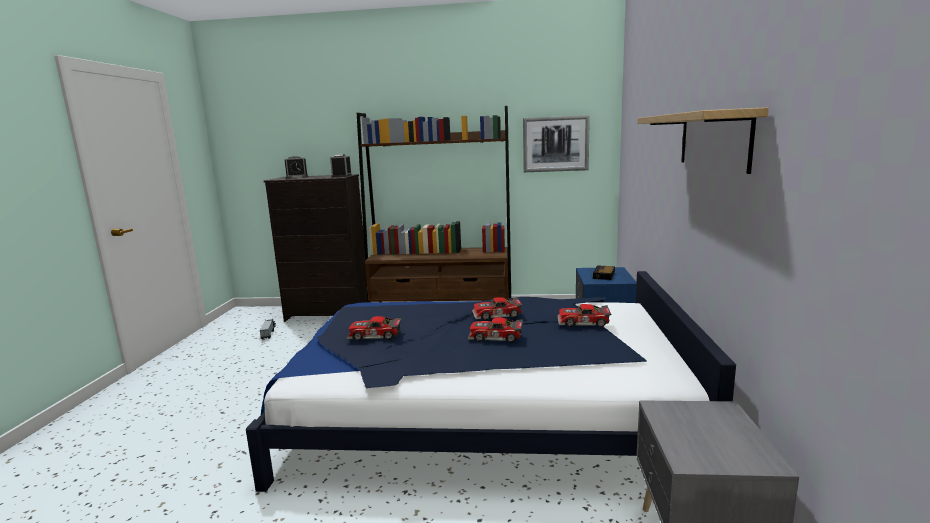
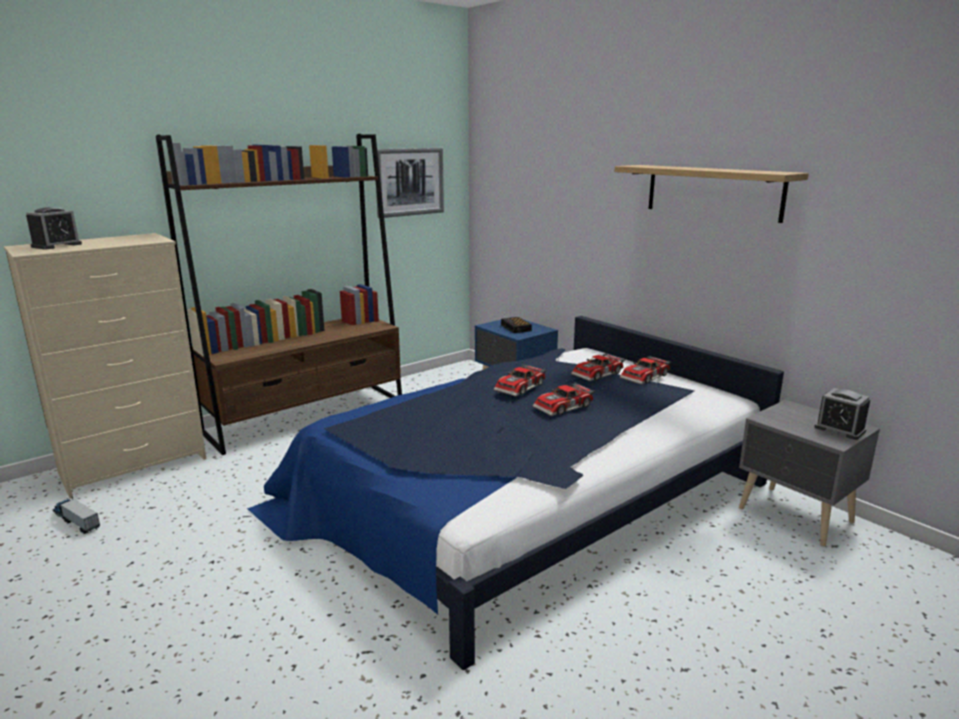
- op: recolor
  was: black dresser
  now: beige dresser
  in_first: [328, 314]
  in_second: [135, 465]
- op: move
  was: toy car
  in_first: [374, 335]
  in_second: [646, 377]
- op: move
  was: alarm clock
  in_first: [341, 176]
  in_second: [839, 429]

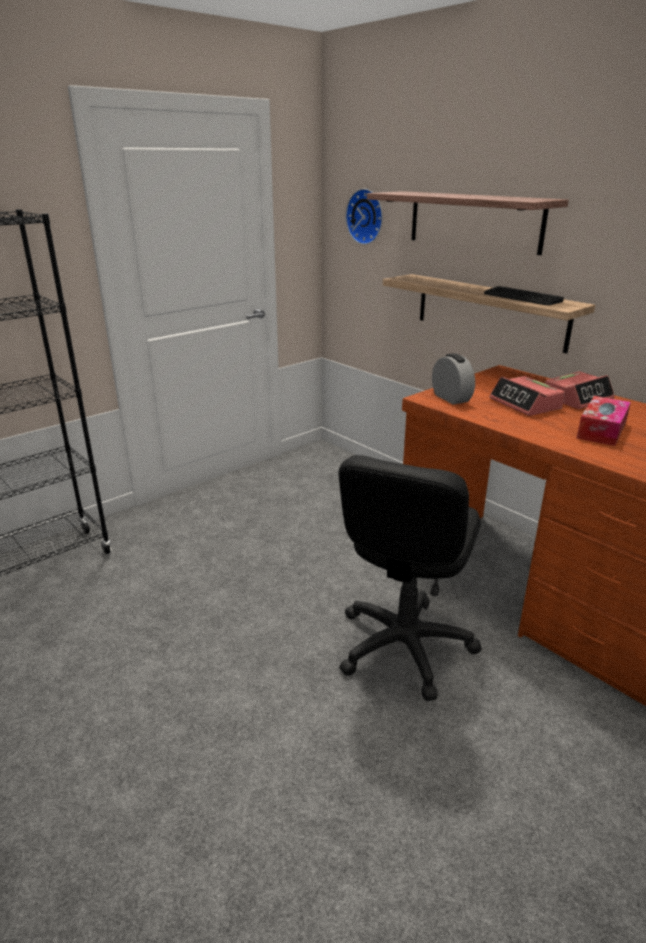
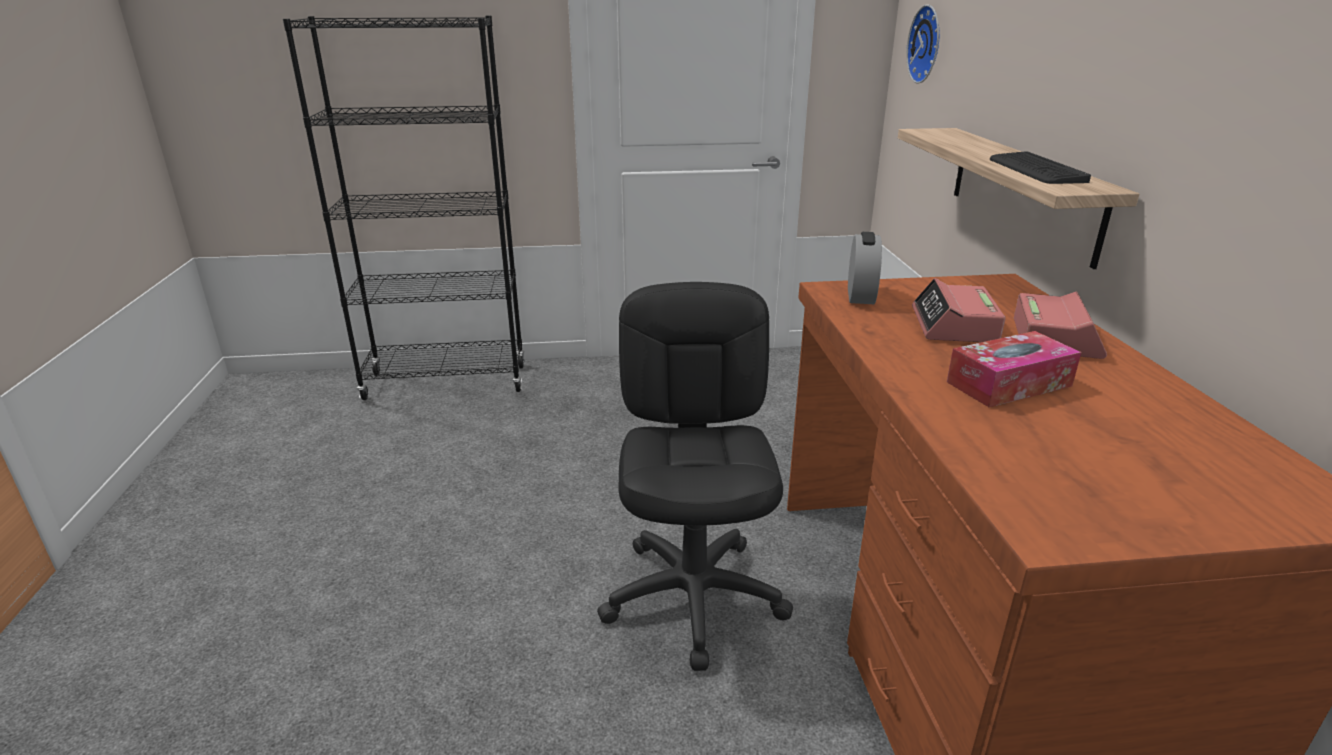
- op: rotate
  was: black office chair
  in_first: [403, 646]
  in_second: [694, 596]
  clockwise: 120
- op: rotate
  was: alarm clock
  in_first: [577, 398]
  in_second: [1055, 338]
  clockwise: -75
- op: delete
  was: shelf
  in_first: [474, 221]

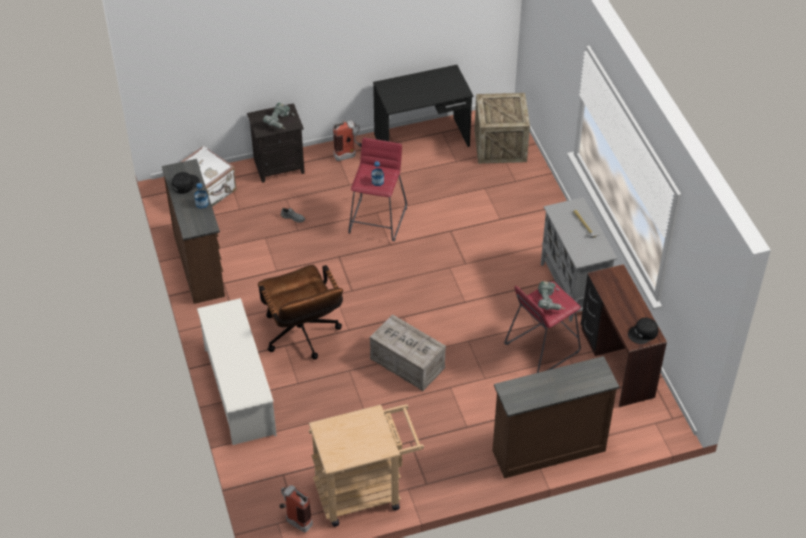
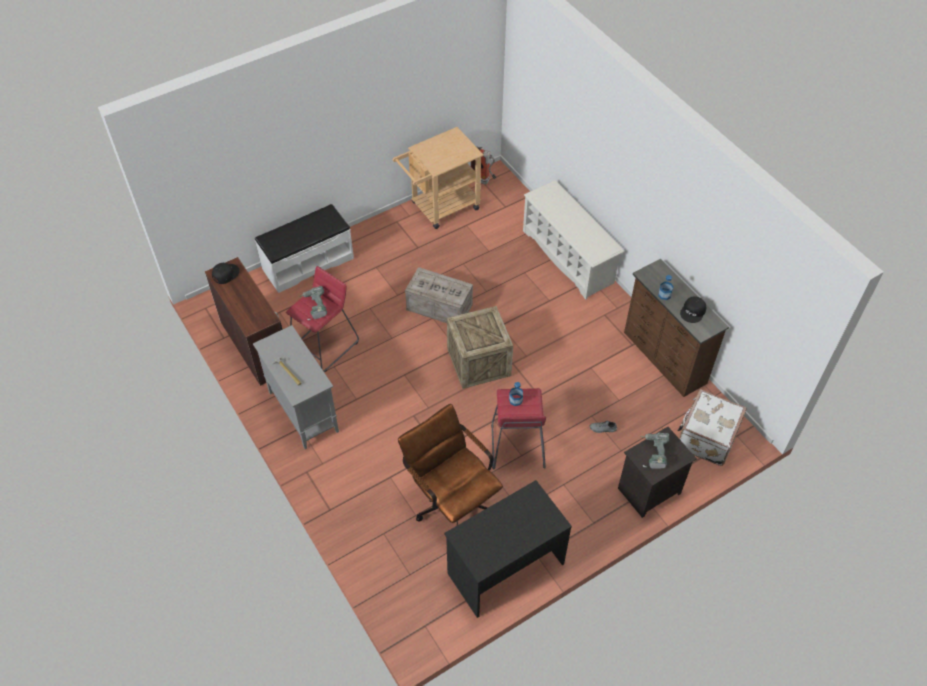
- op: replace
  was: brown dresser
  now: white bench
  in_first: [547, 449]
  in_second: [307, 263]
- op: move
  was: brown office chair
  in_first: [303, 337]
  in_second: [451, 501]
- op: move
  was: crate
  in_first: [500, 146]
  in_second: [479, 362]
- op: delete
  was: fire extinguisher
  in_first: [348, 155]

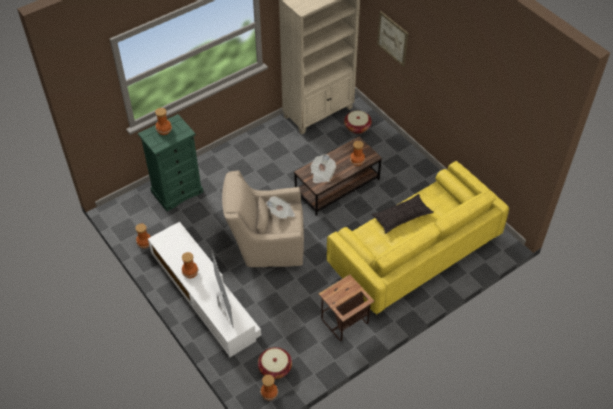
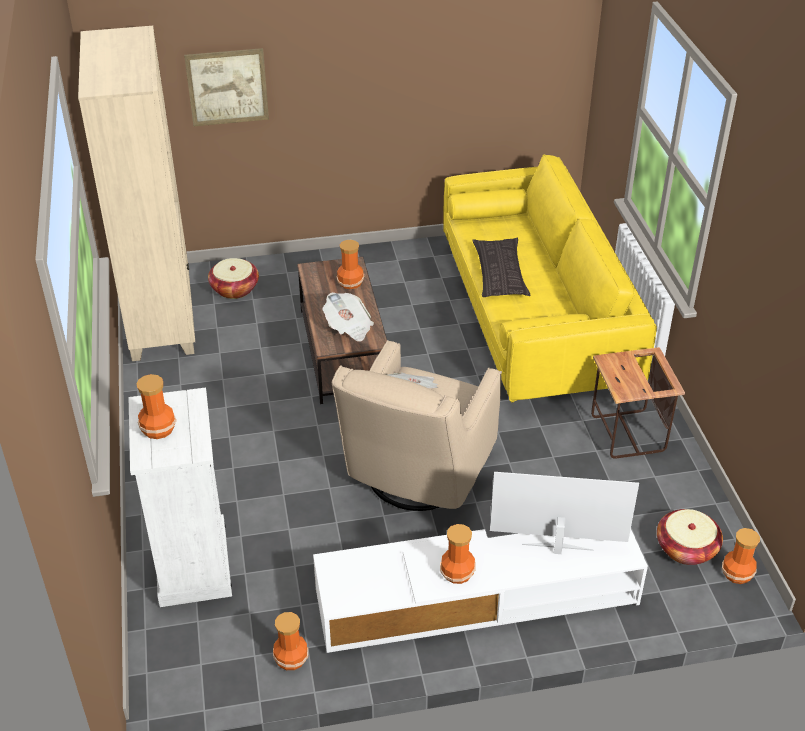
- op: recolor
  was: green dresser
  now: white dresser
  in_first: [177, 191]
  in_second: [193, 564]

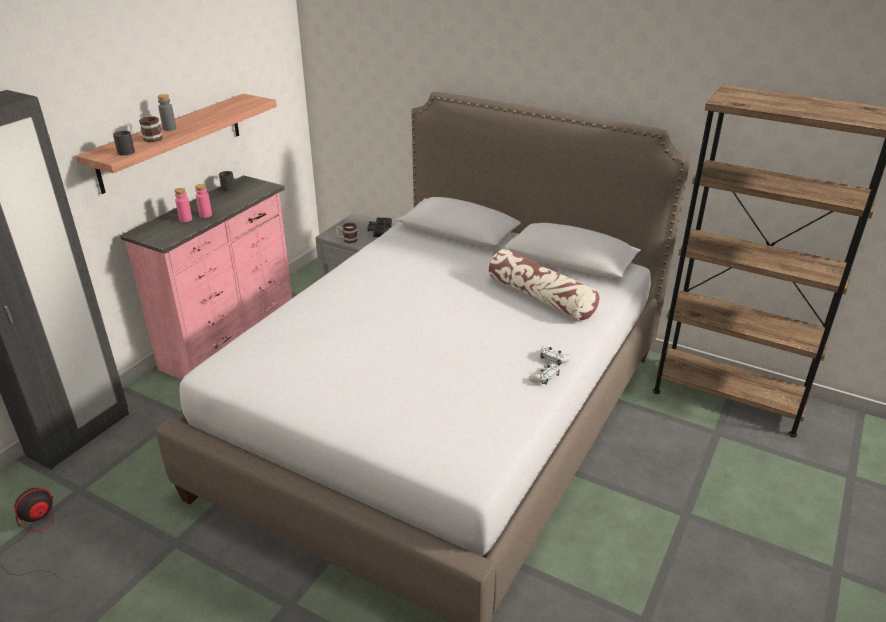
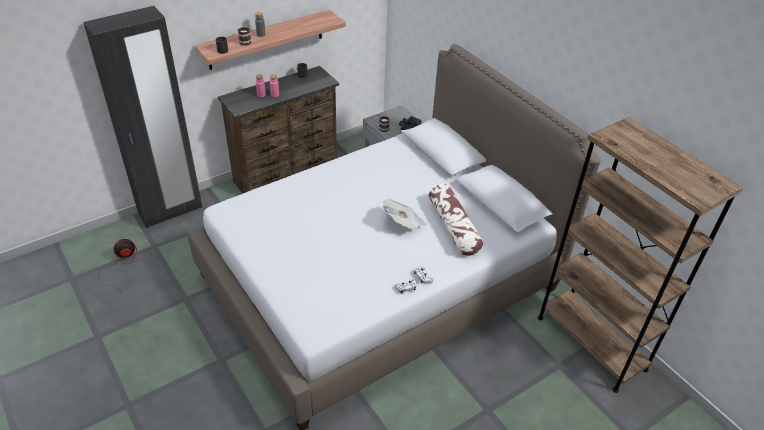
- op: recolor
  was: pink dresser
  now: brown dresser
  in_first: [232, 339]
  in_second: [287, 174]
- op: insert
  now: newspaper
  in_second: [403, 223]

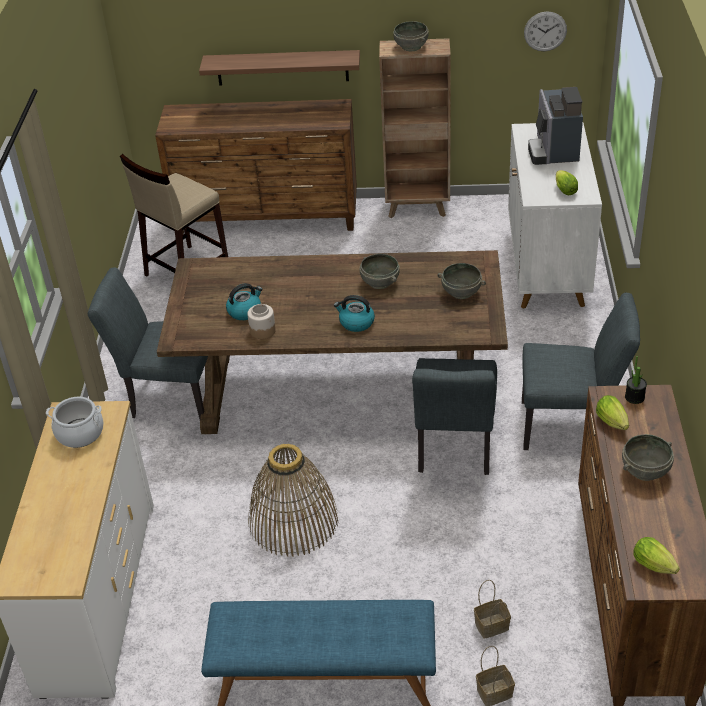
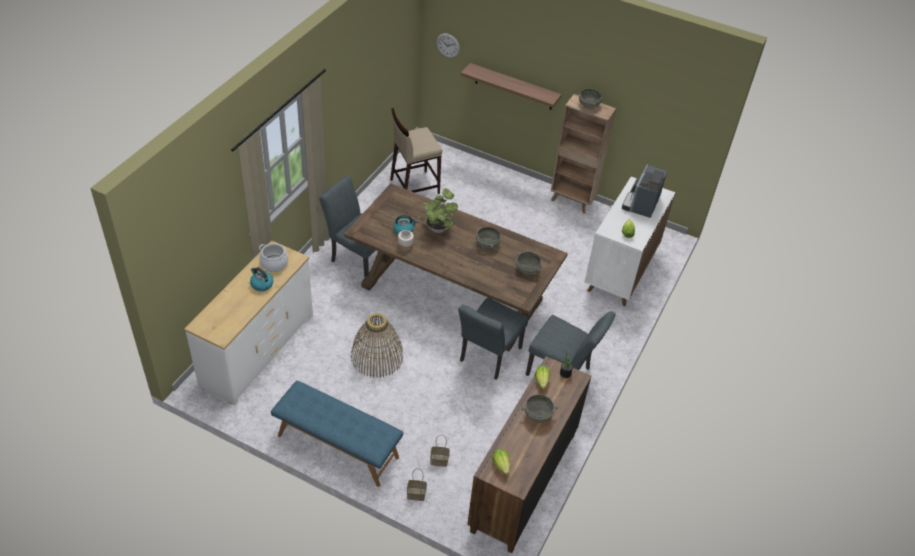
- op: move
  was: kettle
  in_first: [356, 323]
  in_second: [261, 284]
- op: insert
  now: potted plant
  in_second: [438, 227]
- op: move
  was: wall clock
  in_first: [545, 31]
  in_second: [448, 45]
- op: delete
  was: brown dresser
  in_first: [267, 219]

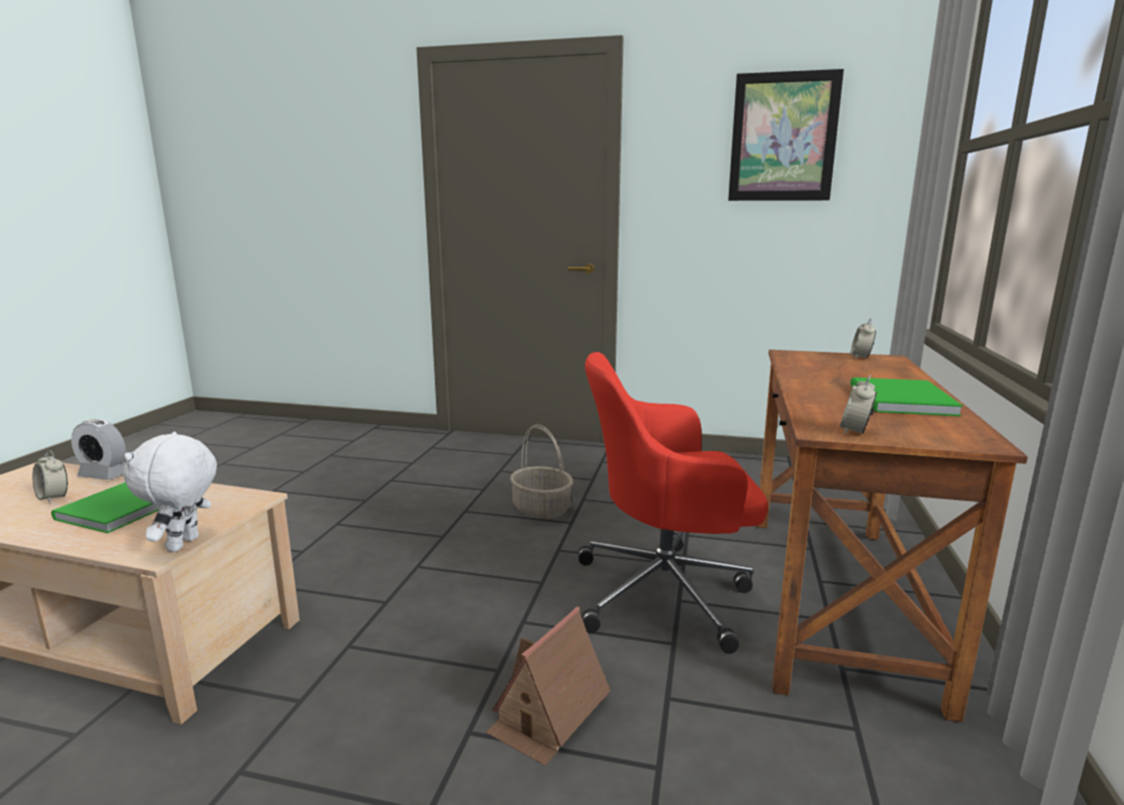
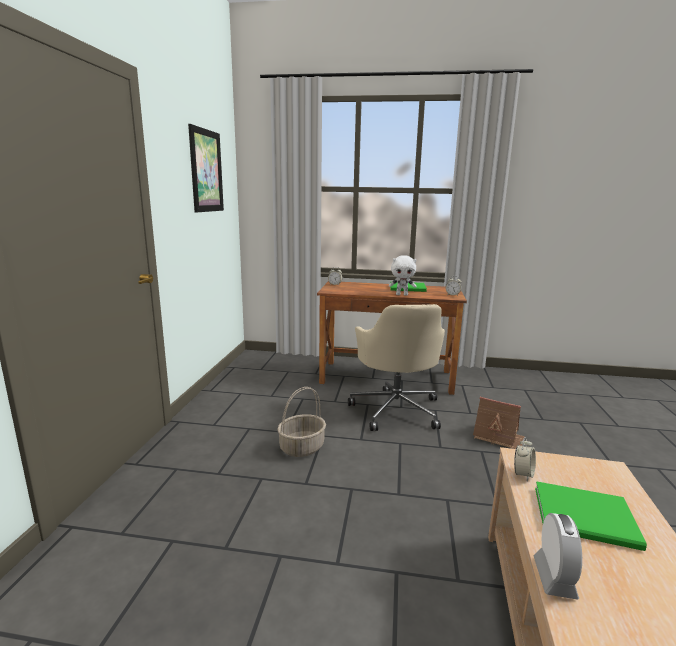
- op: recolor
  was: red office chair
  now: beige office chair
  in_first: [666, 593]
  in_second: [396, 409]
- op: move
  was: white plush toy
  in_first: [185, 545]
  in_second: [402, 295]
- op: move
  was: alarm clock
  in_first: [54, 498]
  in_second: [523, 474]

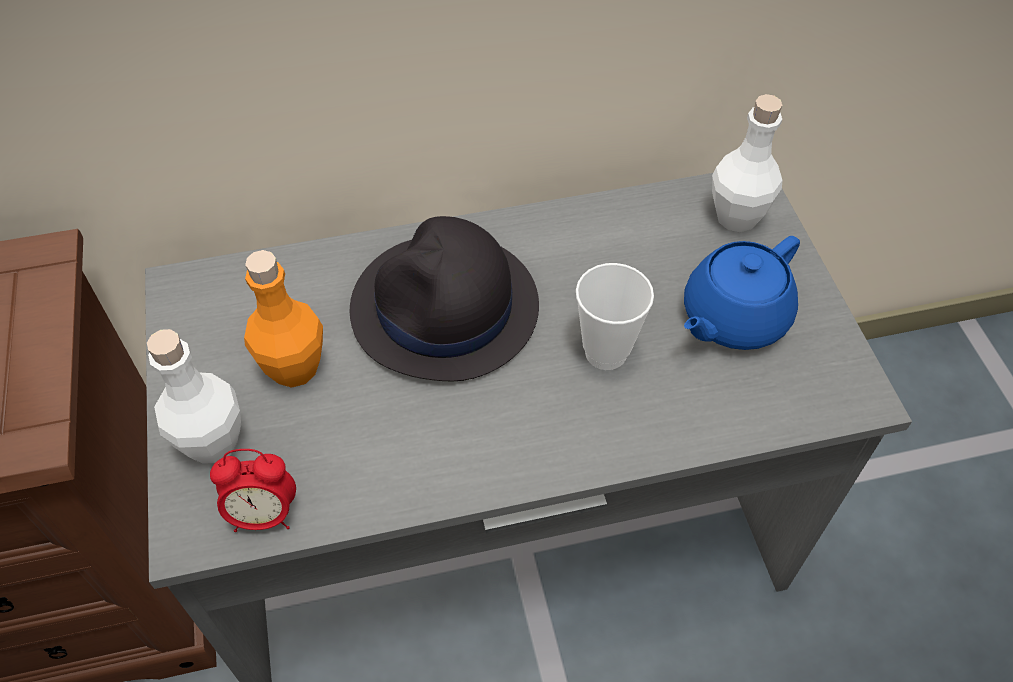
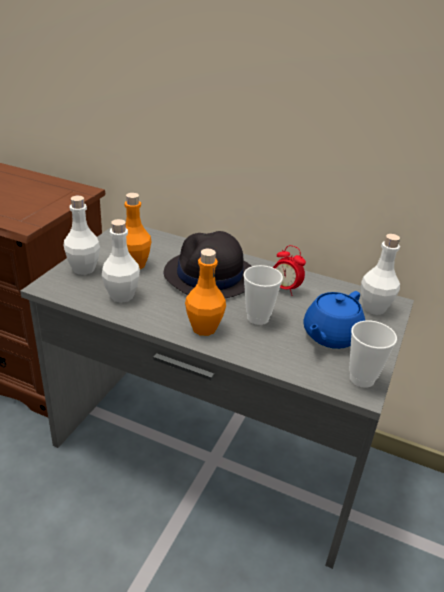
- op: insert
  now: white bottle
  in_second: [122, 296]
- op: insert
  now: orange bottle
  in_second: [204, 328]
- op: move
  was: alarm clock
  in_first: [264, 515]
  in_second: [285, 289]
- op: rotate
  was: blue teapot
  in_first: [732, 317]
  in_second: [330, 336]
  clockwise: -45
- op: insert
  now: cup
  in_second: [362, 378]

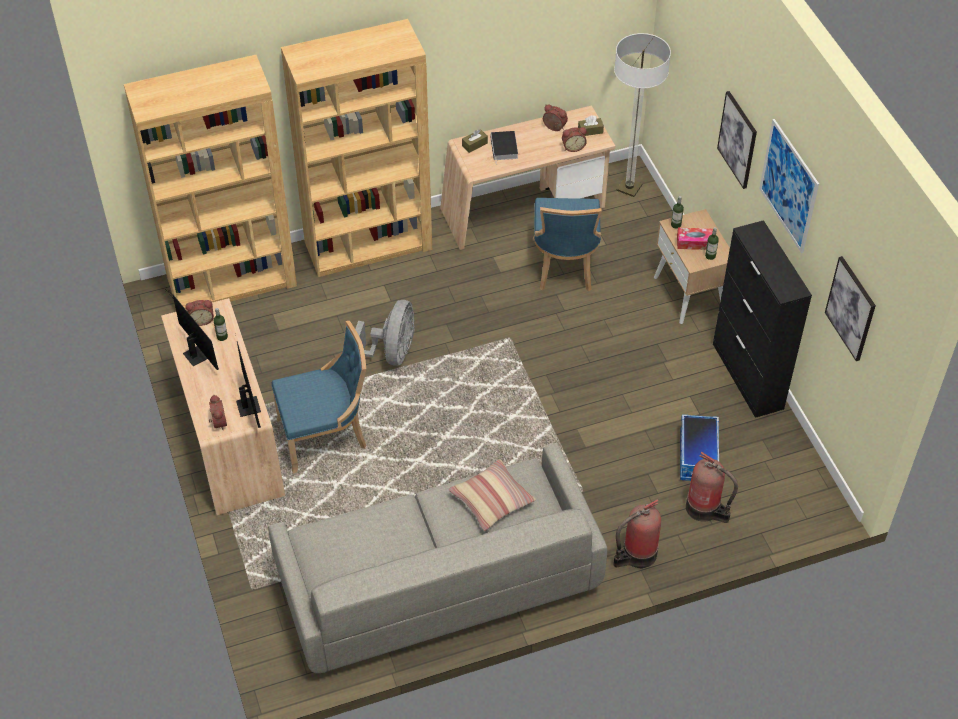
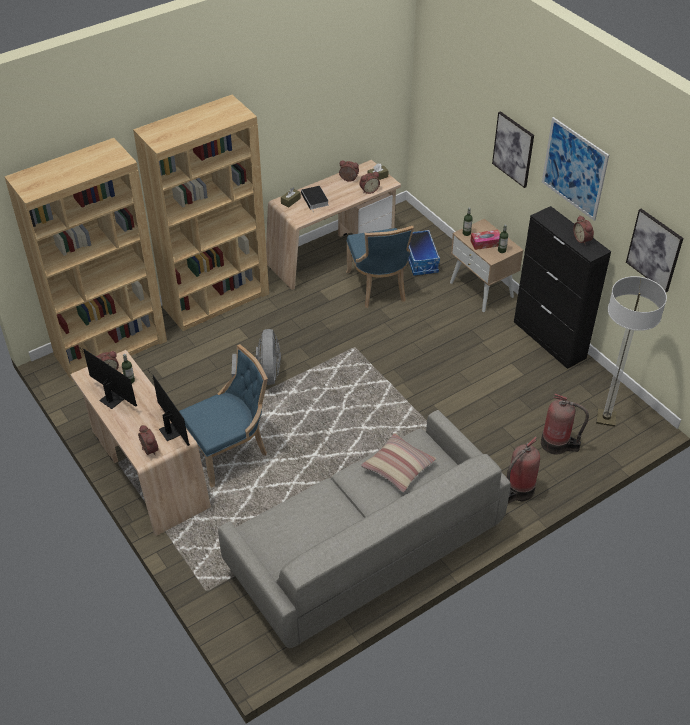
- op: move
  was: storage box
  in_first: [698, 457]
  in_second: [421, 260]
- op: insert
  now: alarm clock
  in_second: [583, 239]
- op: move
  was: floor lamp
  in_first: [629, 188]
  in_second: [606, 418]

